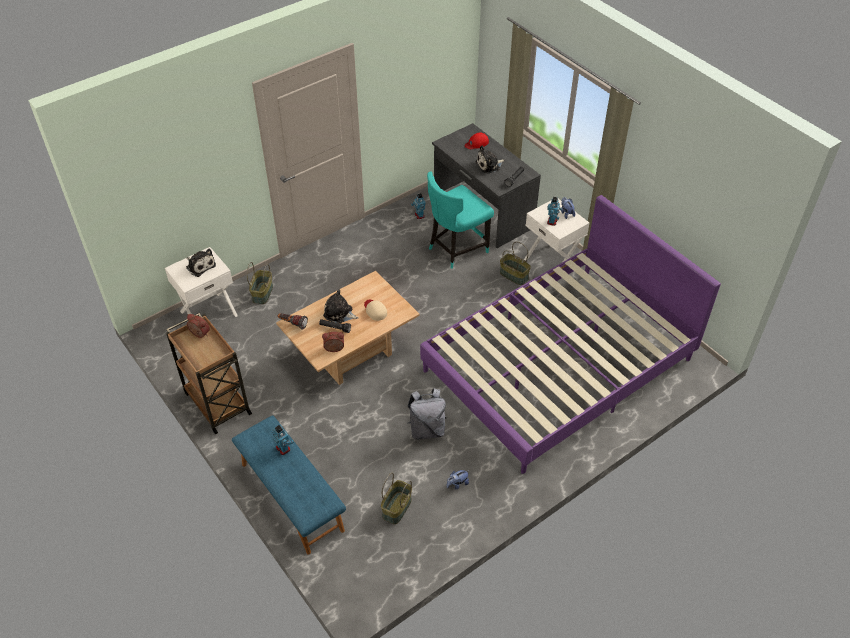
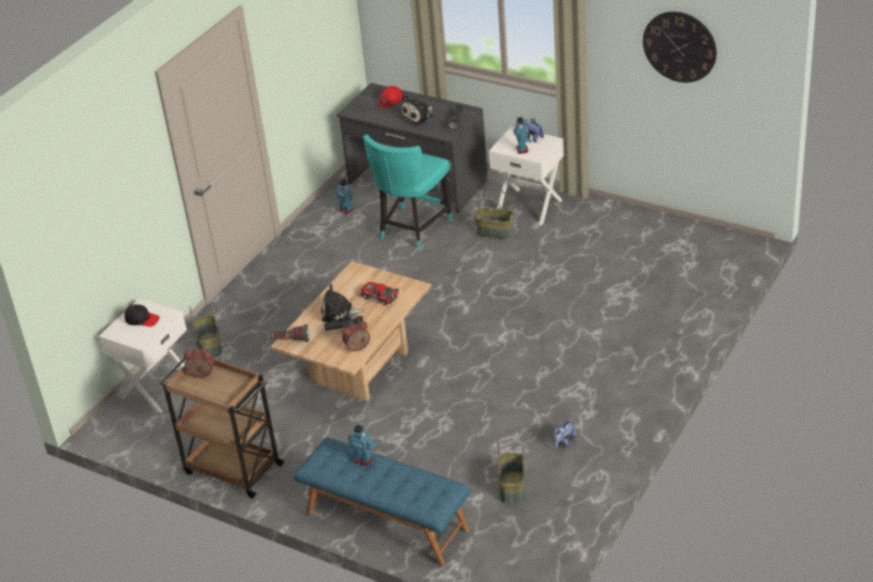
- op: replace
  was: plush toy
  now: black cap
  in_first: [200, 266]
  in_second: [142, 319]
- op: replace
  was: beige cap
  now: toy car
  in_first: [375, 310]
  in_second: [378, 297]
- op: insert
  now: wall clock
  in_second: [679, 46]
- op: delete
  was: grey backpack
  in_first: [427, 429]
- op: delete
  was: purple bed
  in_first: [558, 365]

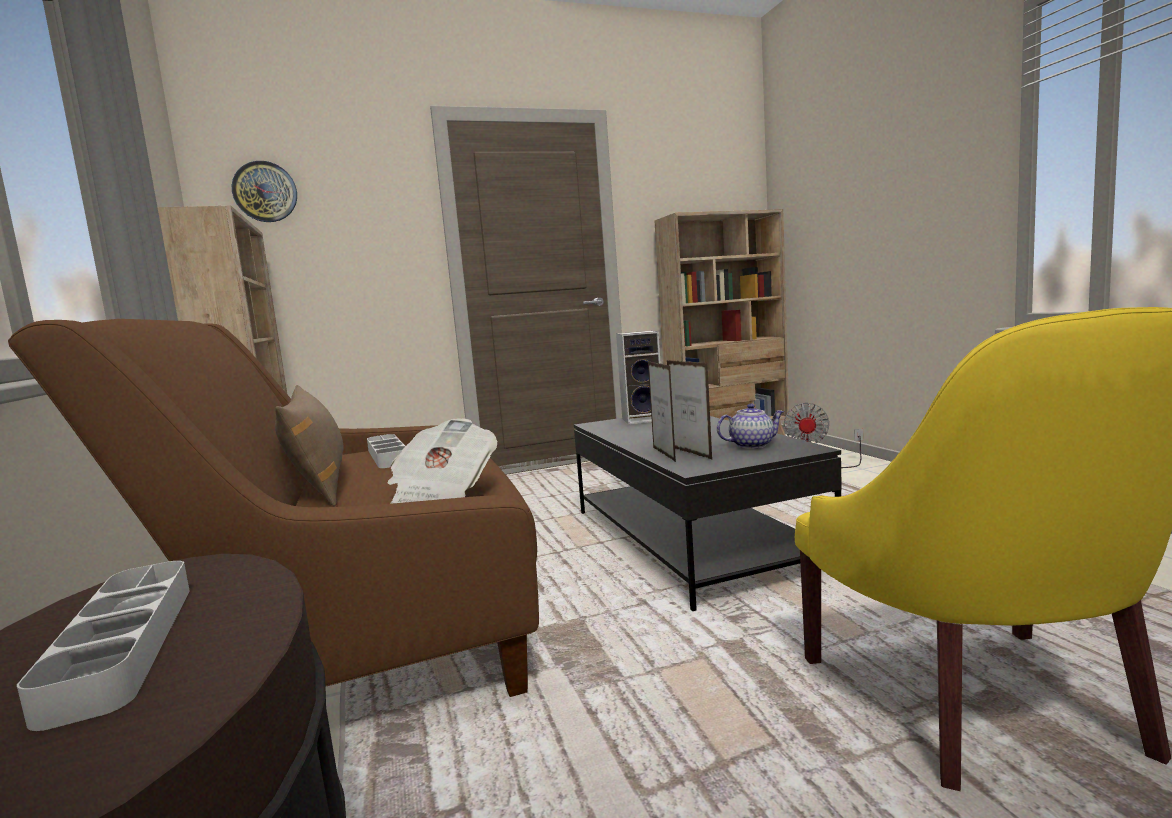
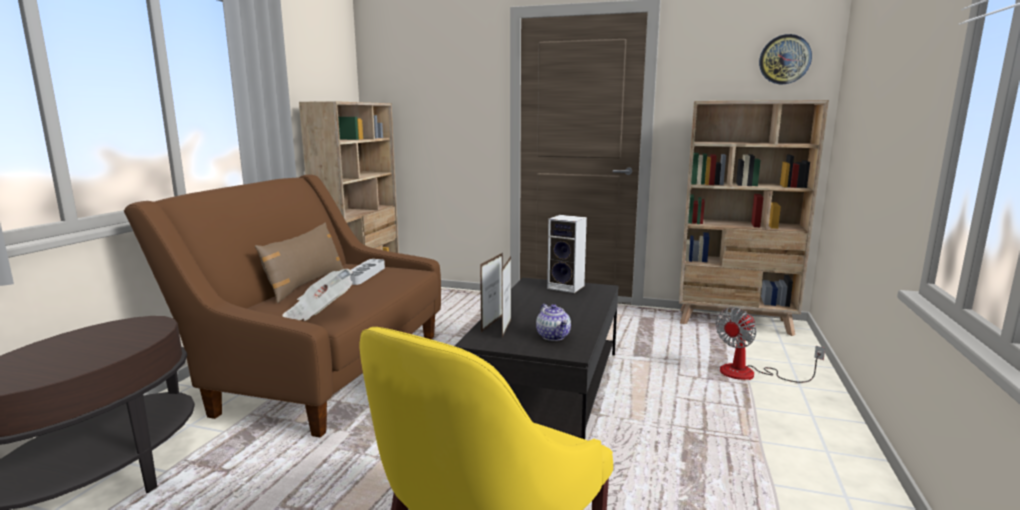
- op: rotate
  was: teapot
  in_first: [751, 445]
  in_second: [553, 336]
  clockwise: 45
- op: move
  was: wall clock
  in_first: [265, 192]
  in_second: [784, 59]
- op: delete
  was: grey tray
  in_first: [124, 645]

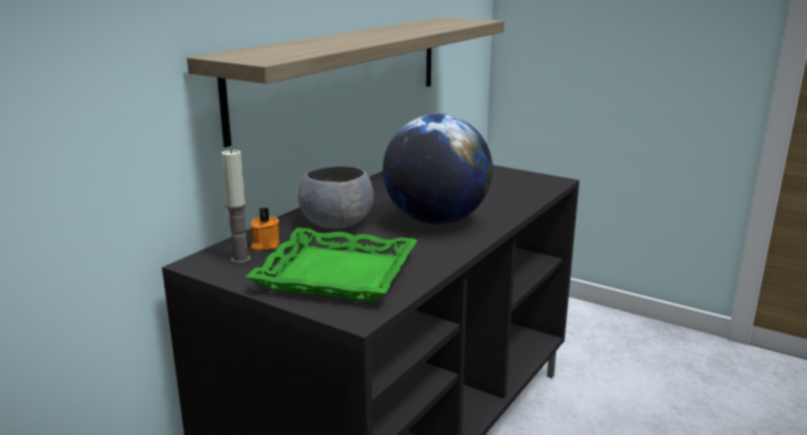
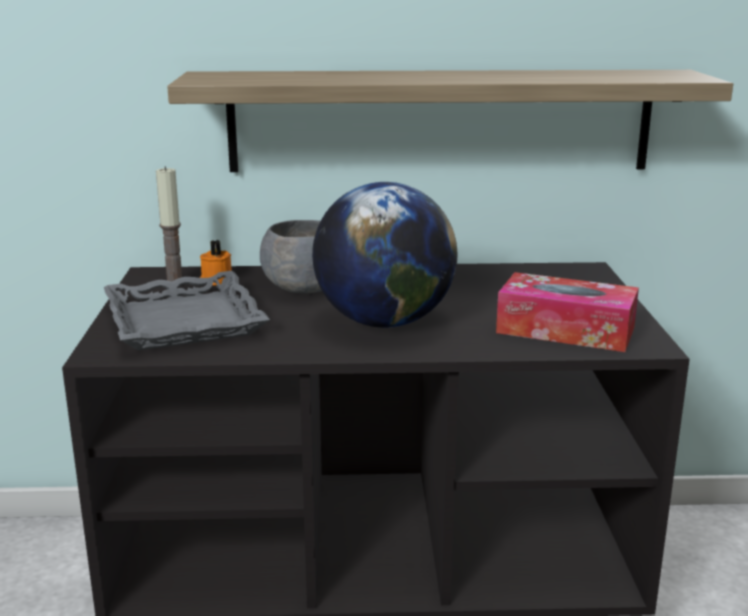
- op: recolor
  was: green tray
  now: grey tray
  in_first: [337, 273]
  in_second: [186, 321]
- op: insert
  now: tissue box
  in_second: [565, 330]

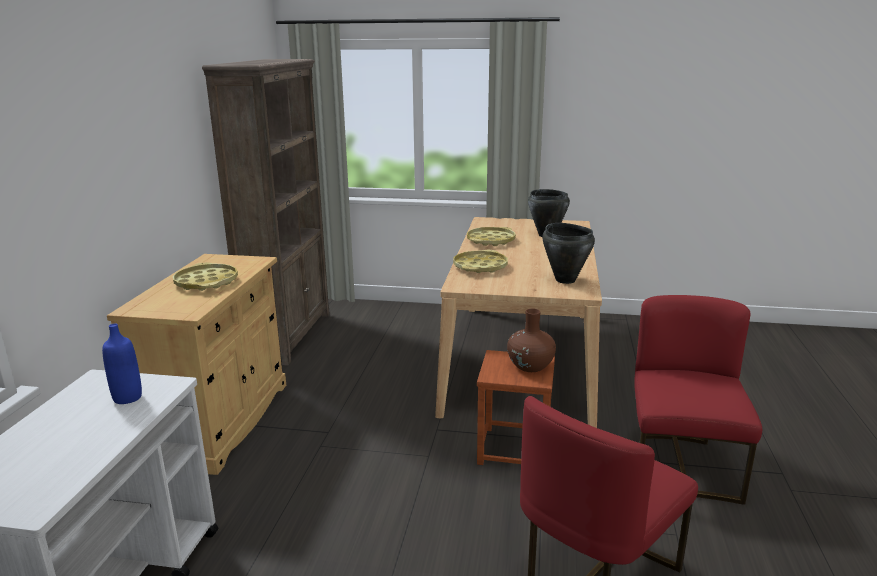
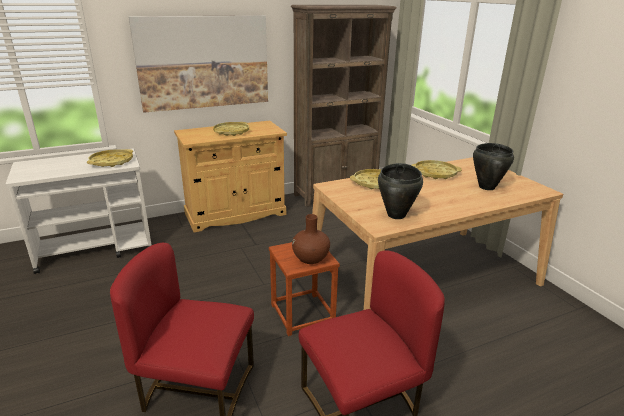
- op: replace
  was: blue bottle
  now: yellow tray
  in_first: [127, 397]
  in_second: [111, 162]
- op: insert
  now: picture
  in_second: [204, 62]

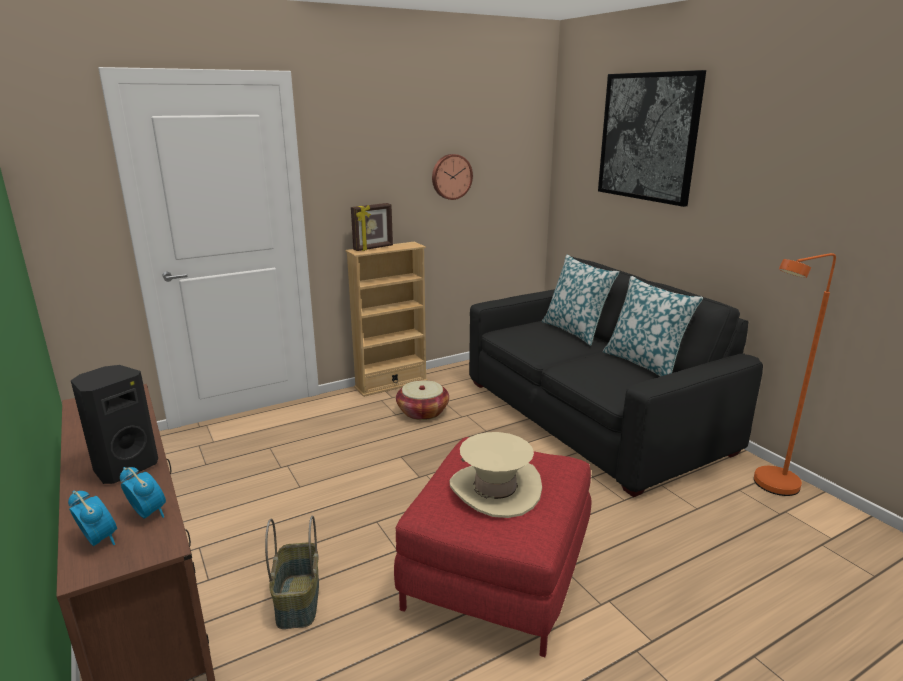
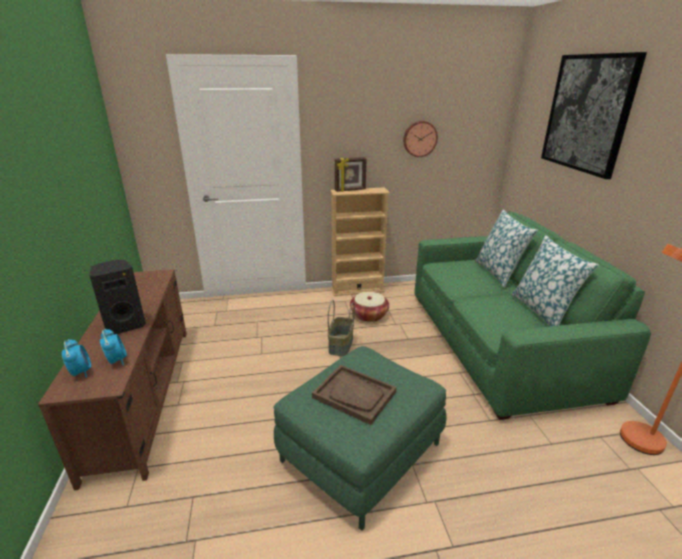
- op: recolor
  was: red ottoman
  now: green ottoman
  in_first: [496, 571]
  in_second: [360, 451]
- op: replace
  was: beige hat
  now: brown tray
  in_first: [495, 489]
  in_second: [354, 395]
- op: move
  was: basket
  in_first: [299, 601]
  in_second: [341, 345]
- op: recolor
  was: black sofa
  now: green sofa
  in_first: [592, 415]
  in_second: [499, 342]

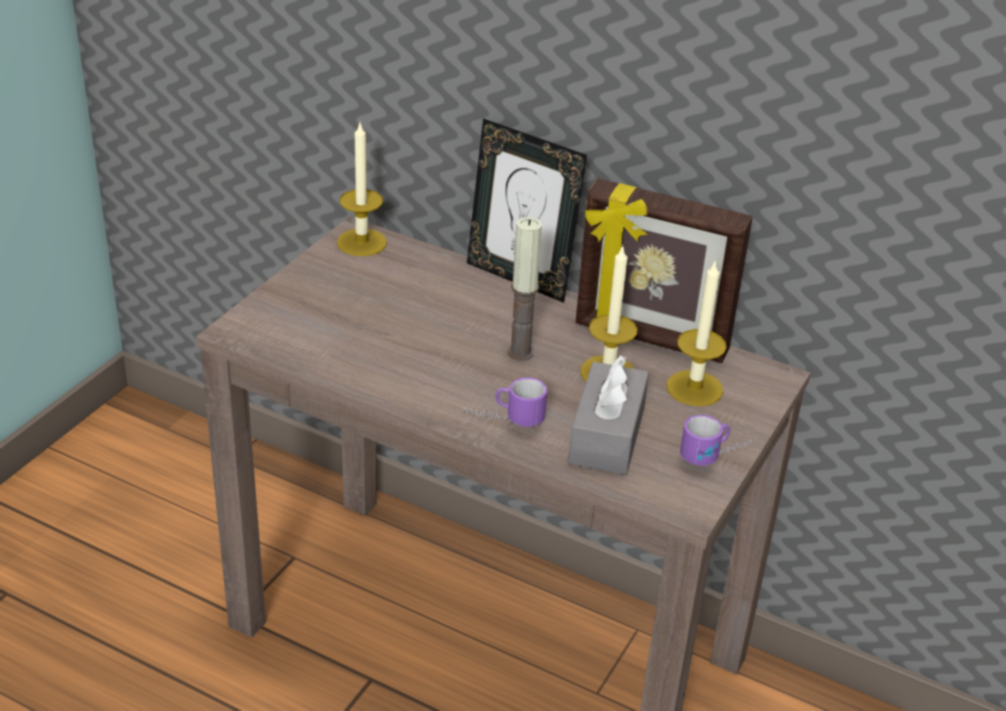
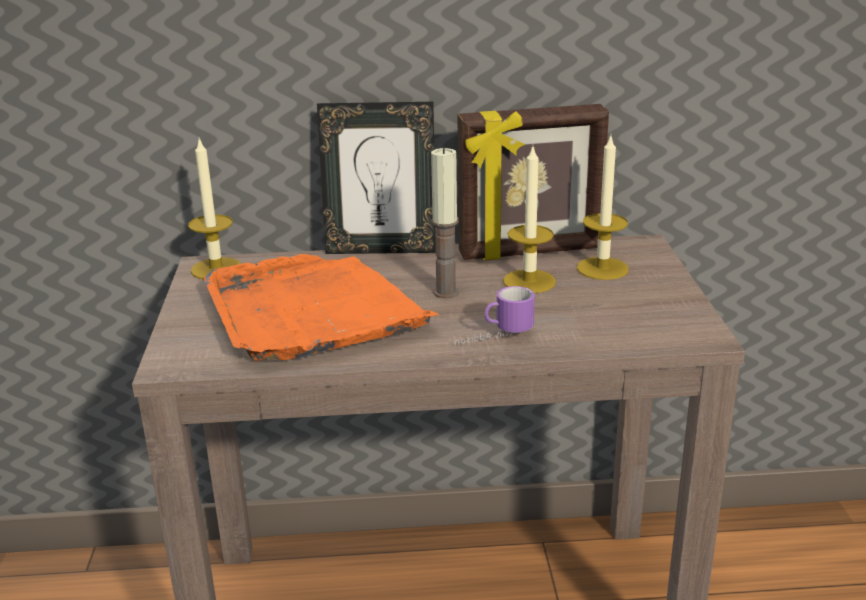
- op: insert
  now: orange tray
  in_second: [312, 312]
- op: delete
  was: grey tissue box
  in_first: [607, 435]
- op: delete
  was: mug
  in_first: [717, 457]

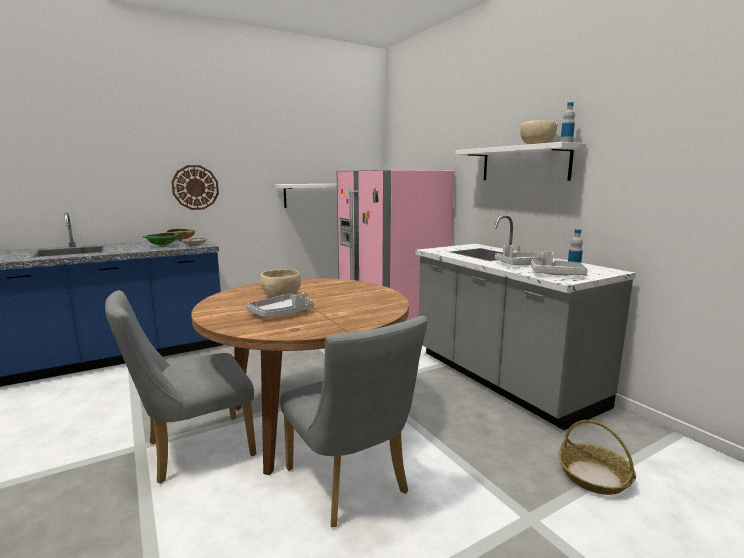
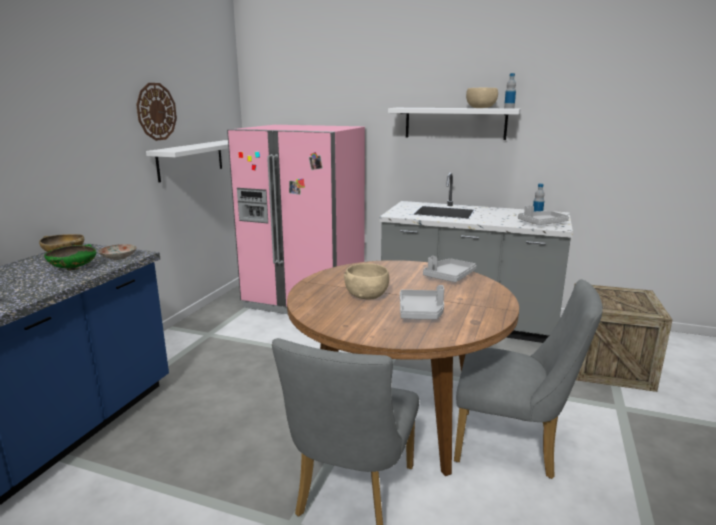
- op: move
  was: wall clock
  in_first: [195, 187]
  in_second: [156, 111]
- op: move
  was: grey tray
  in_first: [521, 264]
  in_second: [449, 276]
- op: replace
  was: basket
  now: crate
  in_first: [594, 476]
  in_second: [607, 366]

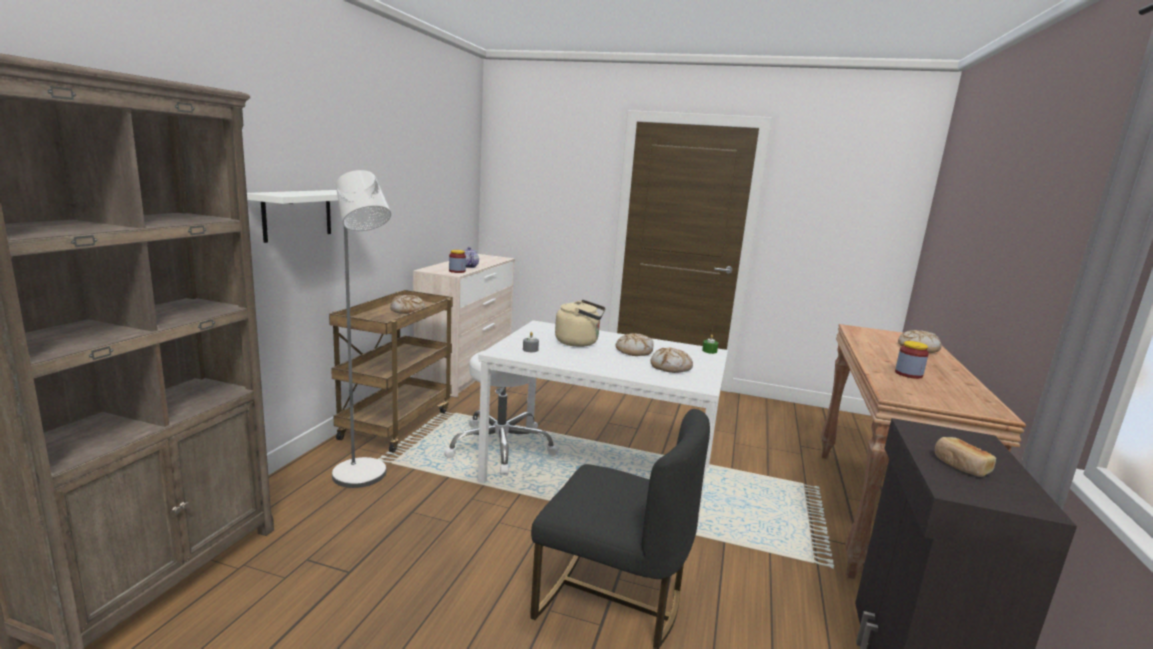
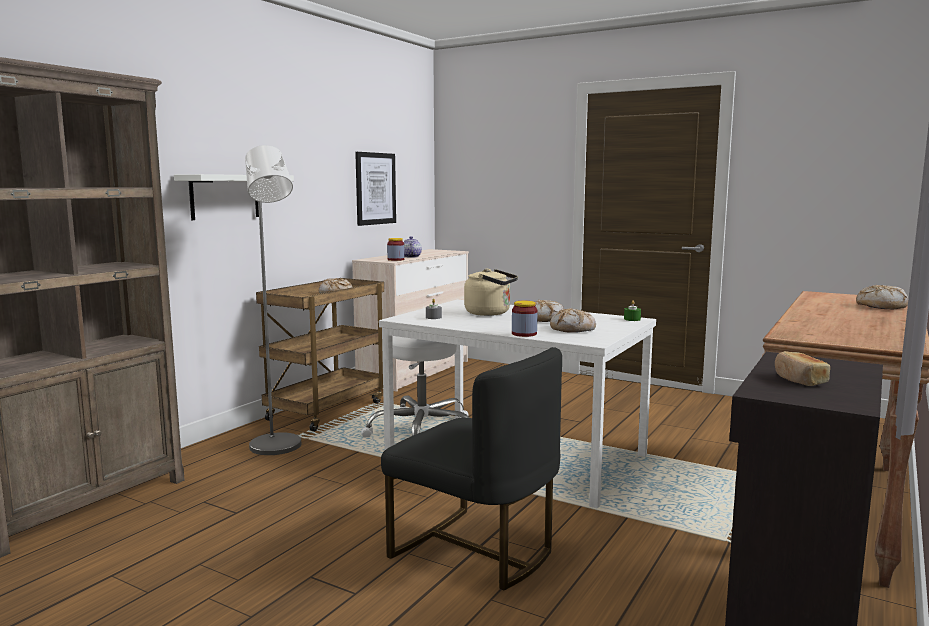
- op: insert
  now: picture
  in_second: [375, 188]
- op: move
  was: jar
  in_first: [908, 374]
  in_second: [524, 334]

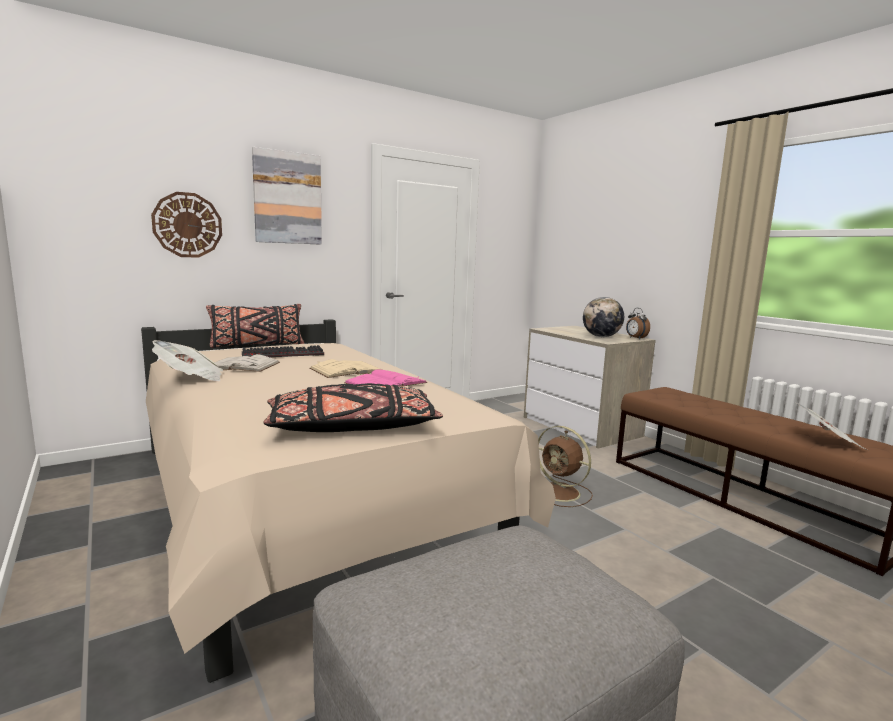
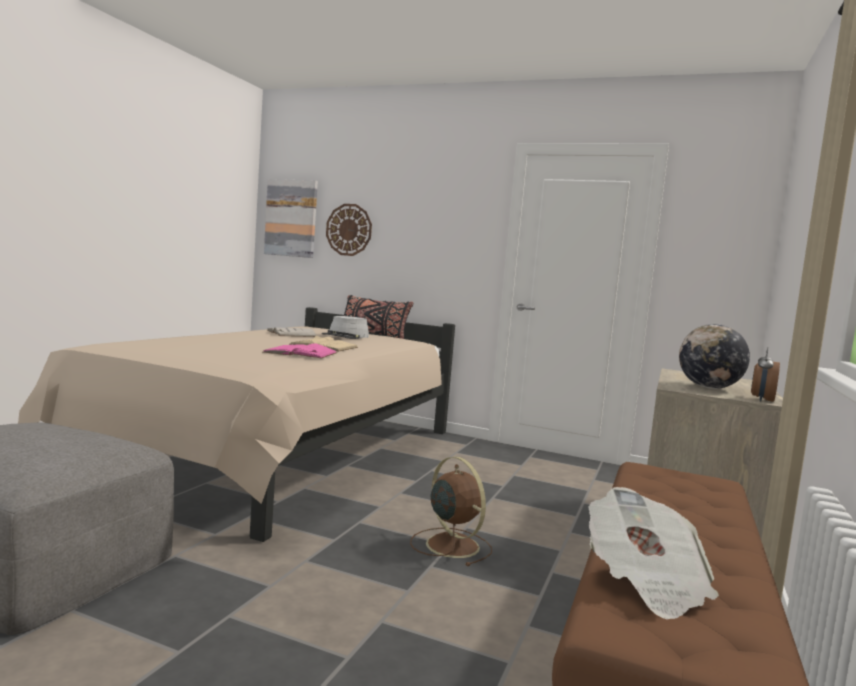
- op: move
  was: picture
  in_first: [287, 198]
  in_second: [291, 218]
- op: replace
  was: keyboard
  now: grey hat
  in_first: [284, 354]
  in_second: [345, 336]
- op: rotate
  was: brown fan
  in_first: [561, 493]
  in_second: [451, 545]
  clockwise: 135
- op: delete
  was: newspaper
  in_first: [191, 378]
- op: delete
  was: black pillow
  in_first: [352, 427]

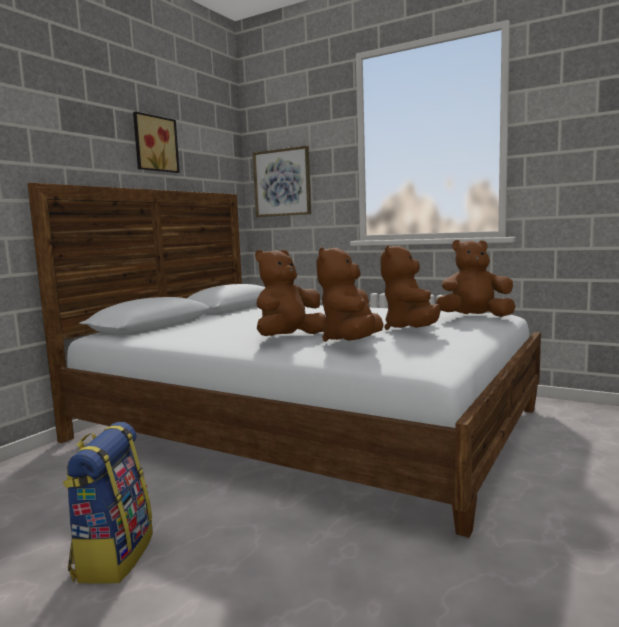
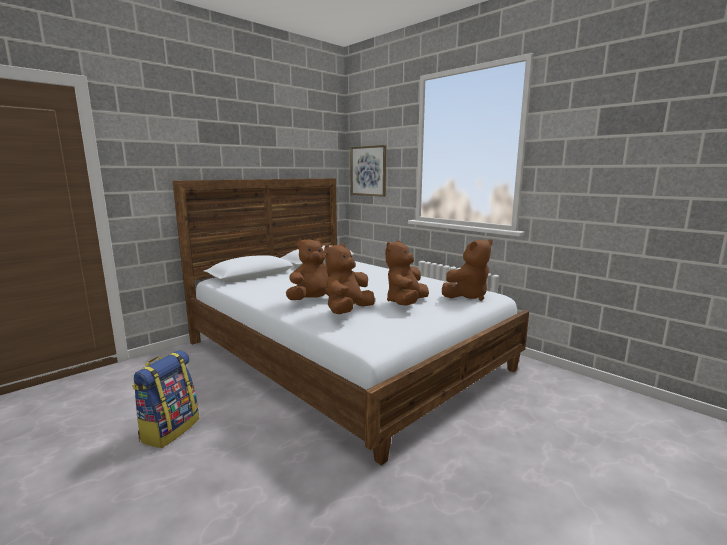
- op: rotate
  was: brown plush toy
  in_first: [474, 317]
  in_second: [467, 296]
  clockwise: 135
- op: delete
  was: picture
  in_first: [154, 144]

